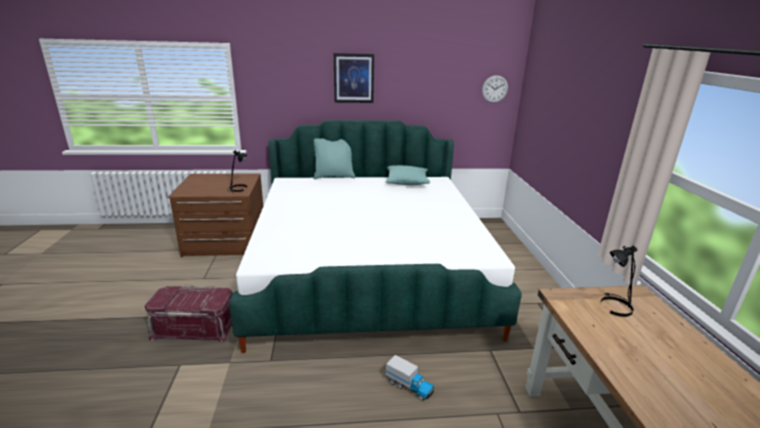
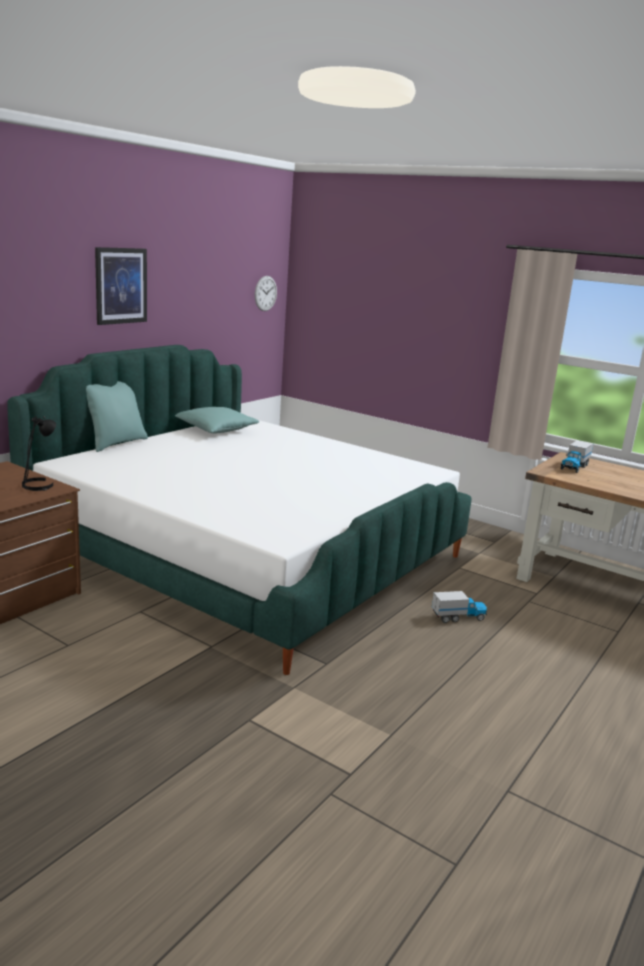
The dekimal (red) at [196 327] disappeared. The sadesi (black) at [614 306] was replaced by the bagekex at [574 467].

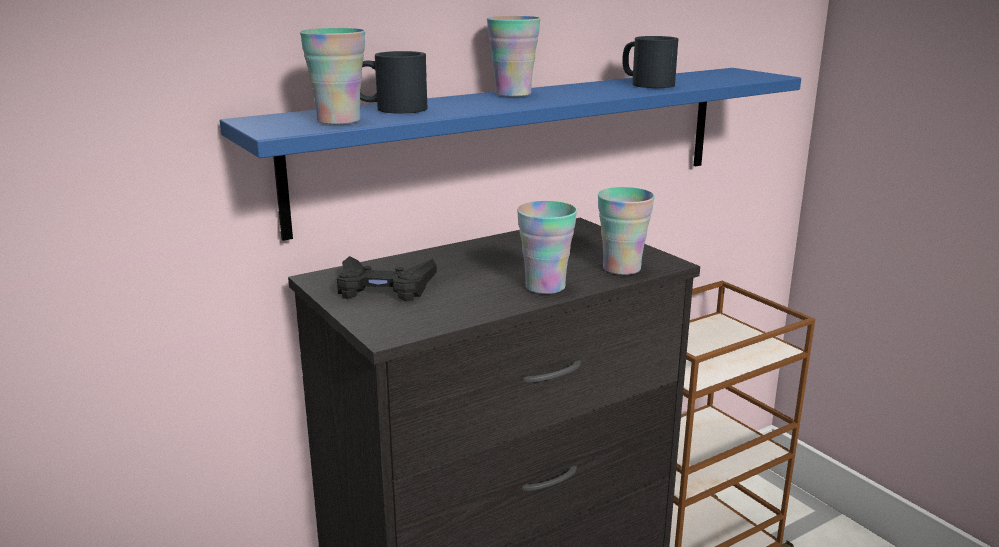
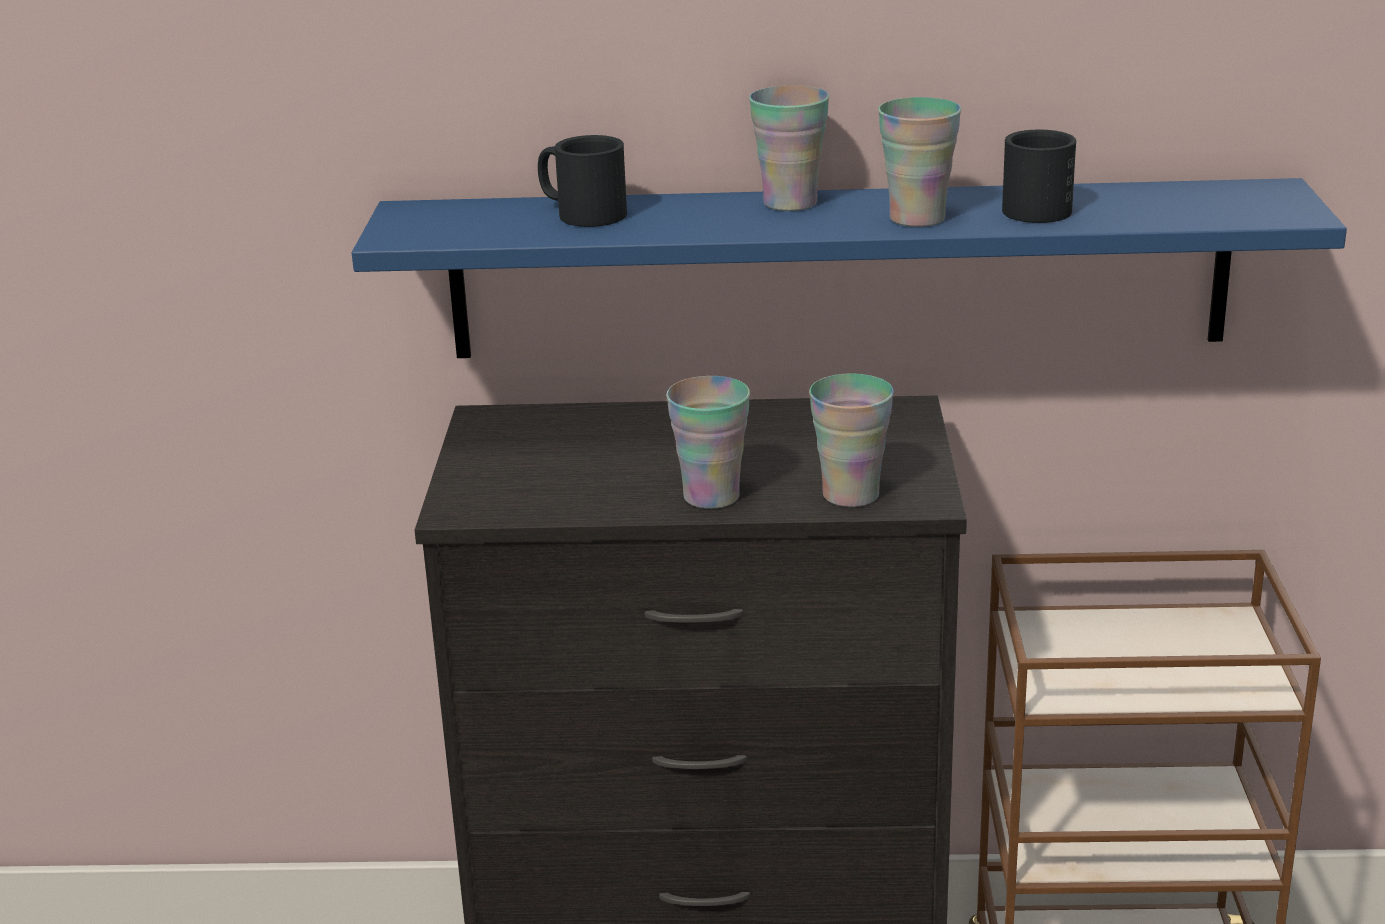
The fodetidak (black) at [384 287] disappeared. The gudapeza moved from [338 121] to [917 218].

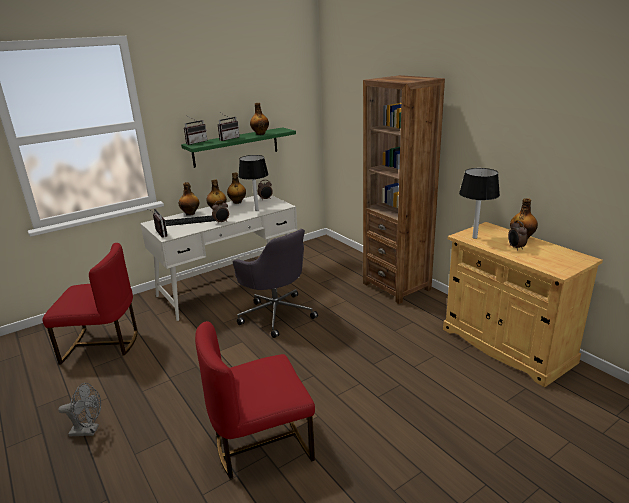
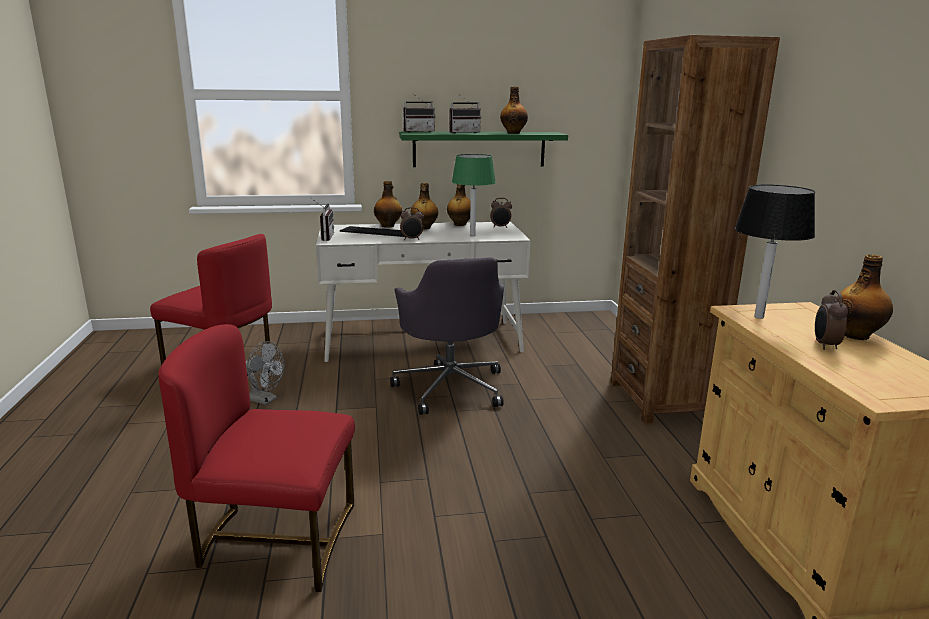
The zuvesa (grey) moved from [89 430] to [265 400]. The sadesi (black) at [256 210] became the sadesi (green) at [472 235].

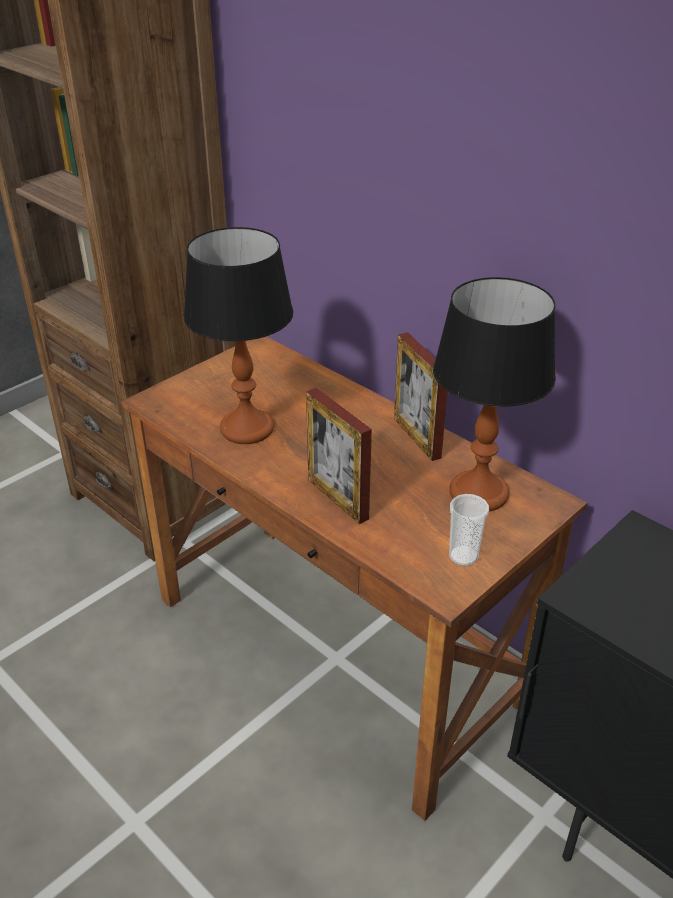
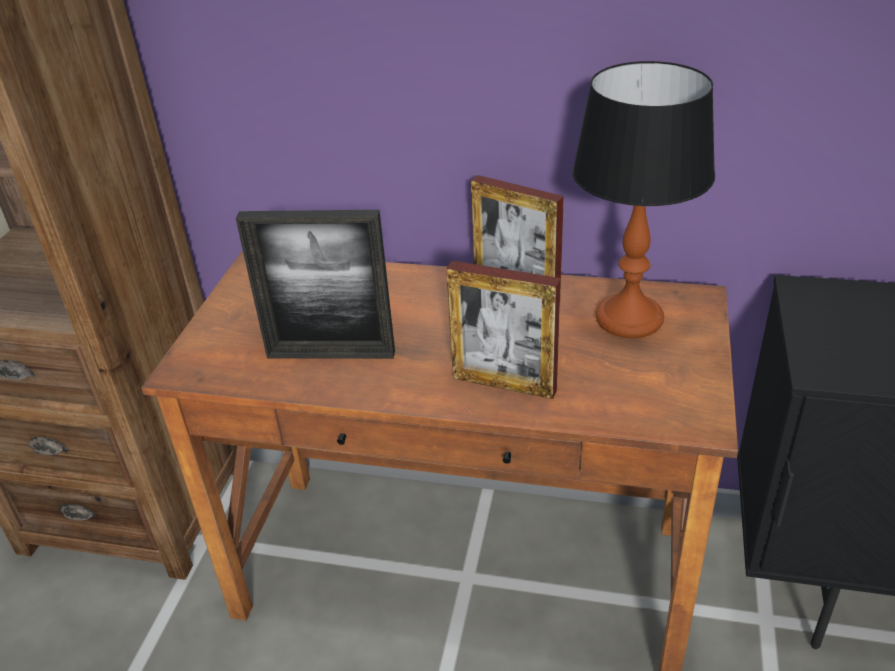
The gudapeza at [463 556] disappeared. The sadesi at [248 428] was replaced by the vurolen at [331 354].

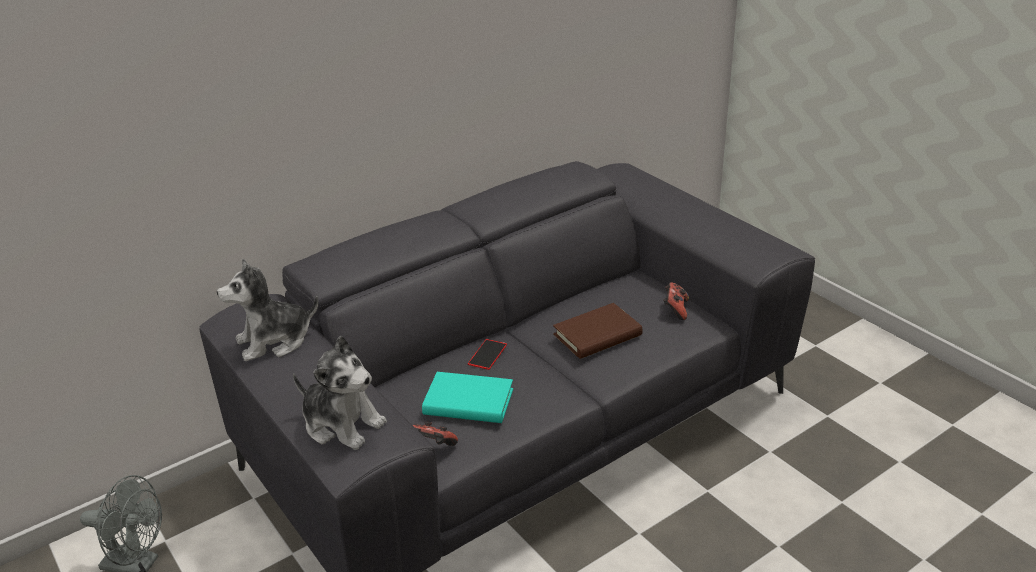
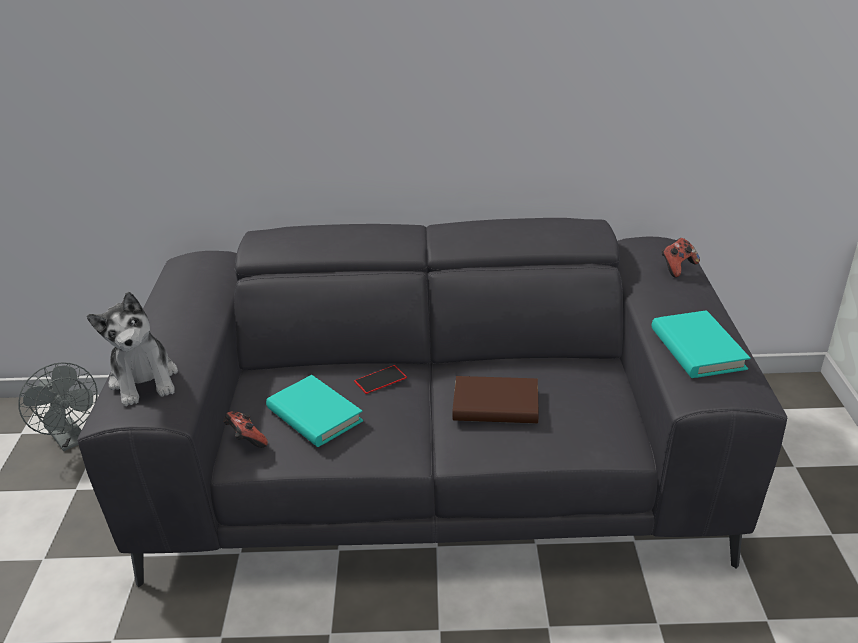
The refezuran at [274 341] disappeared. The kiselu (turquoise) at [697 349] appeared. The fodetidak moved from [675 310] to [677 267].

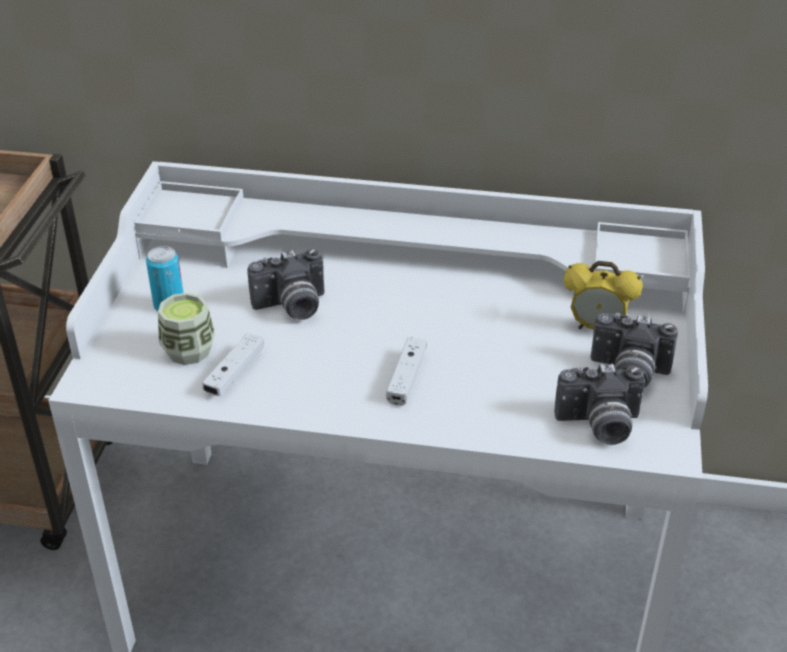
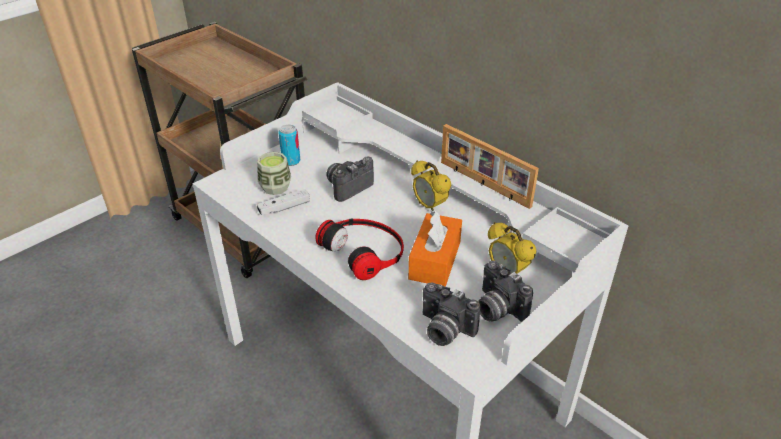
The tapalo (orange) at [435 260] appeared. The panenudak at [429 206] appeared. The vurolen at [483 184] appeared. The fodetidak (white) at [406 378] was replaced by the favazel at [365 250]. The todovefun at [291 307] turned 120 degrees clockwise.

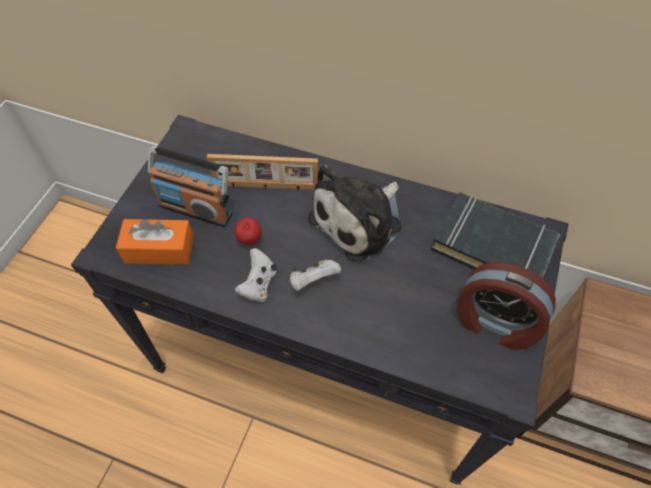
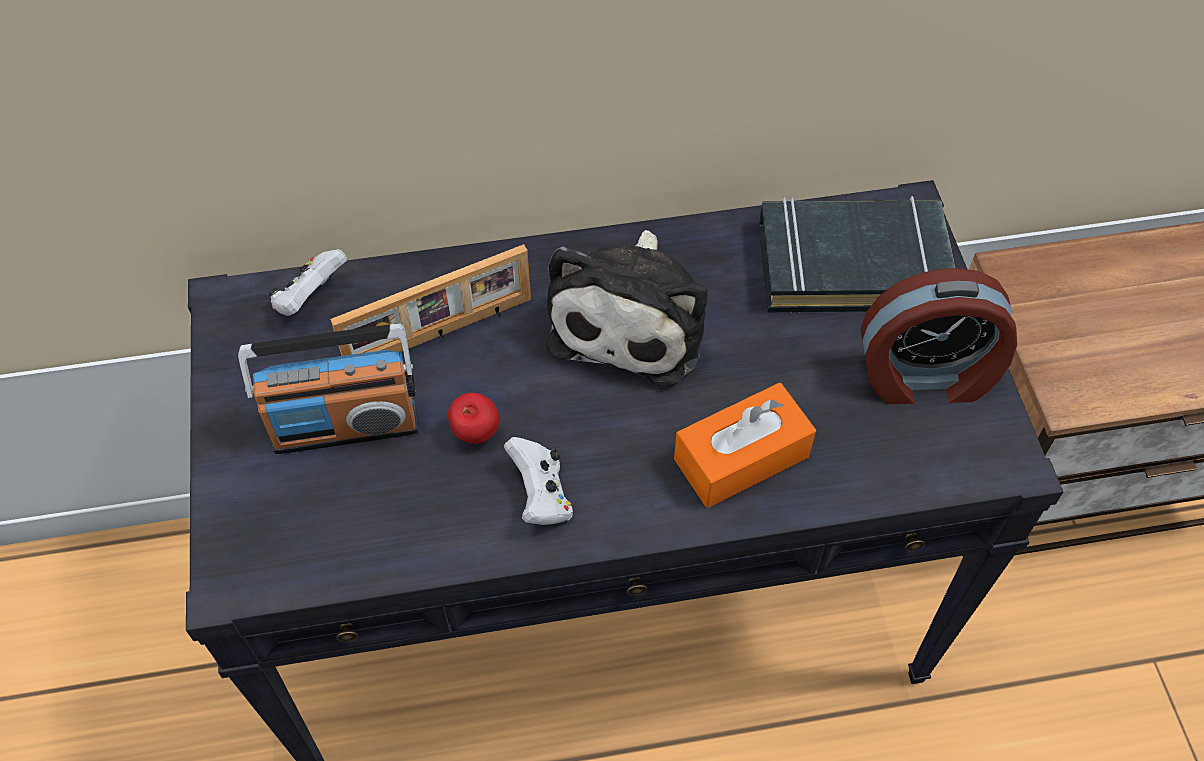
The tapalo (orange) moved from [159 249] to [741 458]. The fodetidak (white) moved from [313 281] to [310 298].

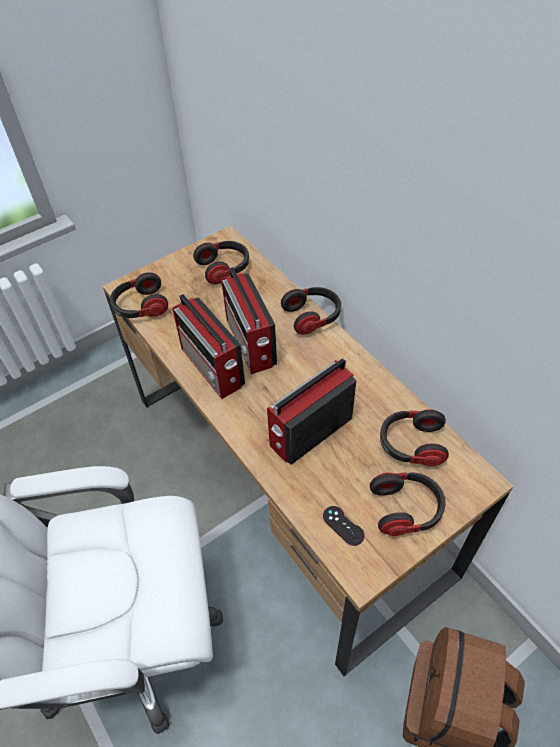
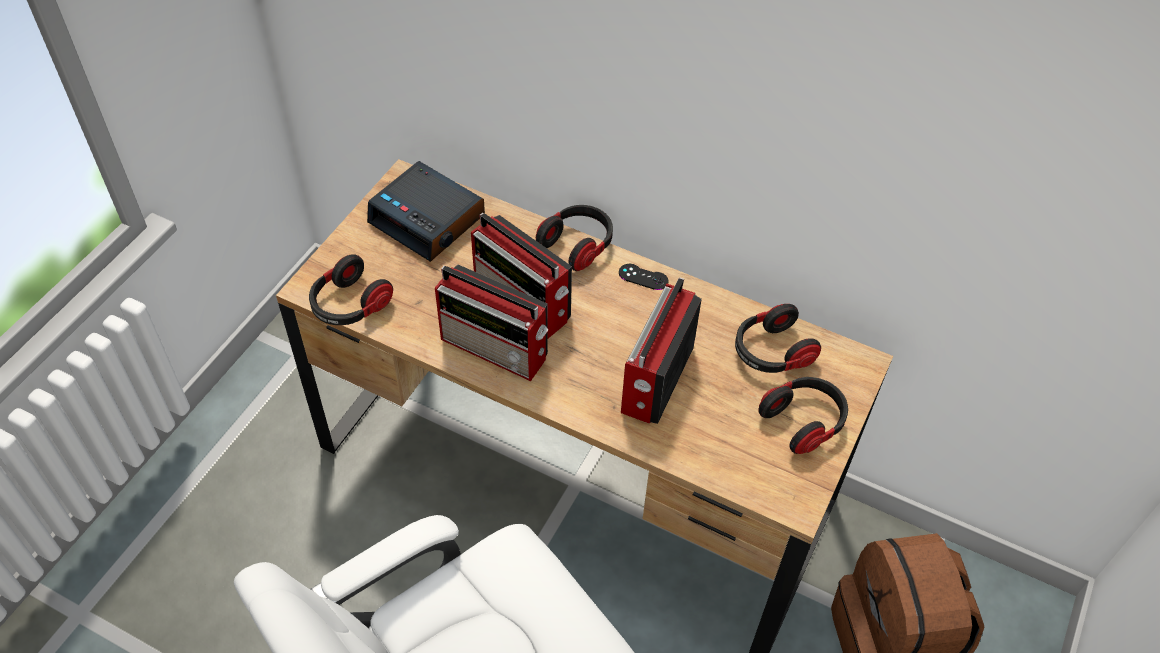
The fodetidak (black) moved from [343 525] to [643 277]. The favazel at [224 268] was replaced by the panenudak at [428 219].

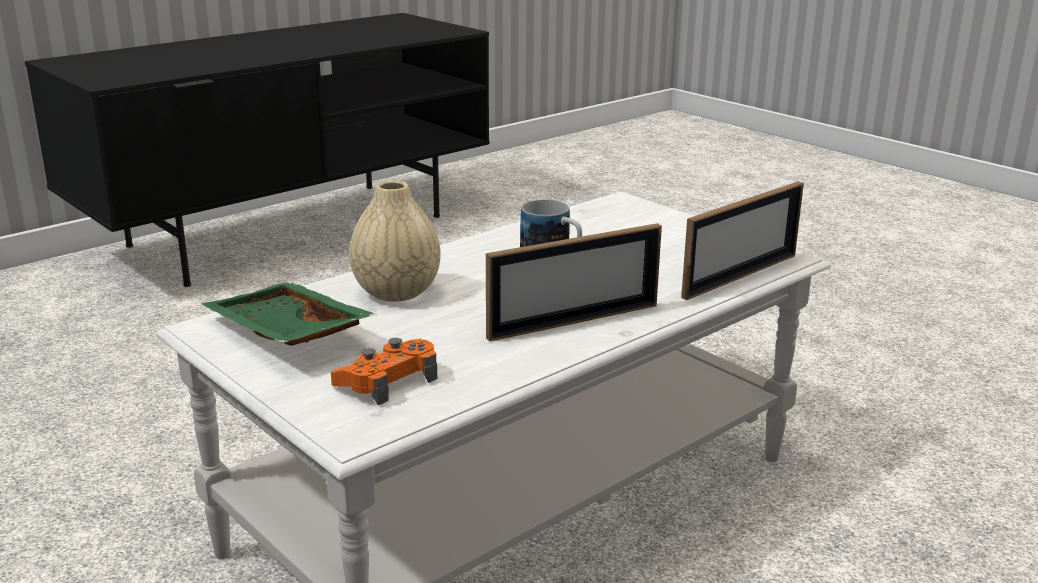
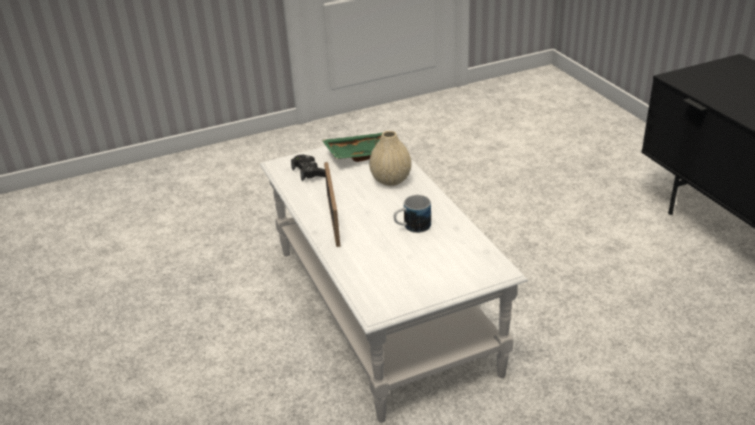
The vurolen at [740 276] disappeared. The fodetidak (orange) at [387 381] became the fodetidak (black) at [309 172].

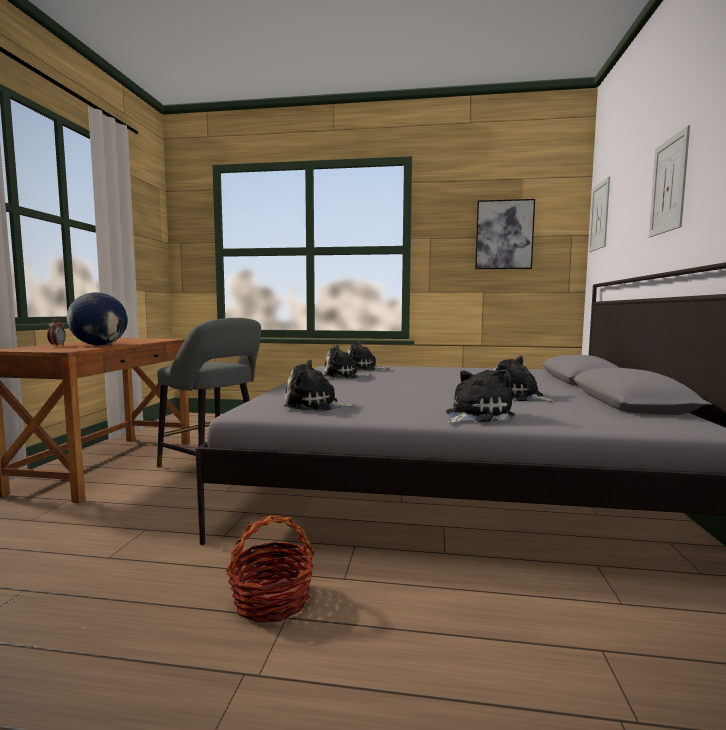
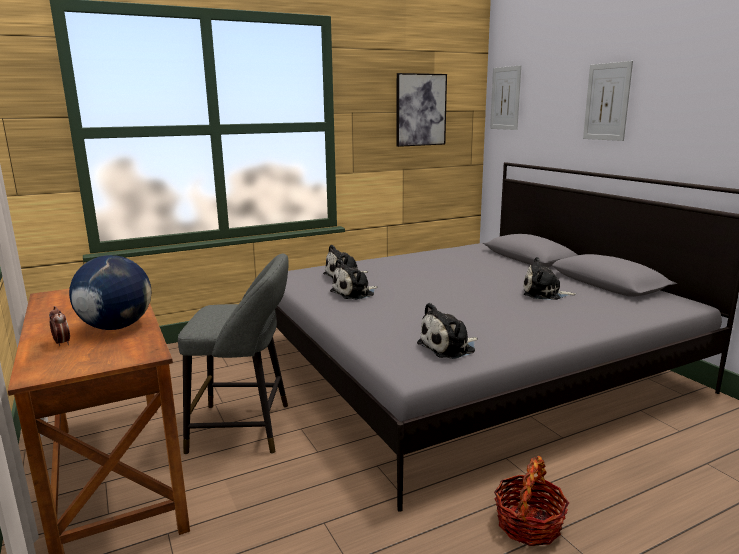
The refezuran at [475 416] disappeared.

